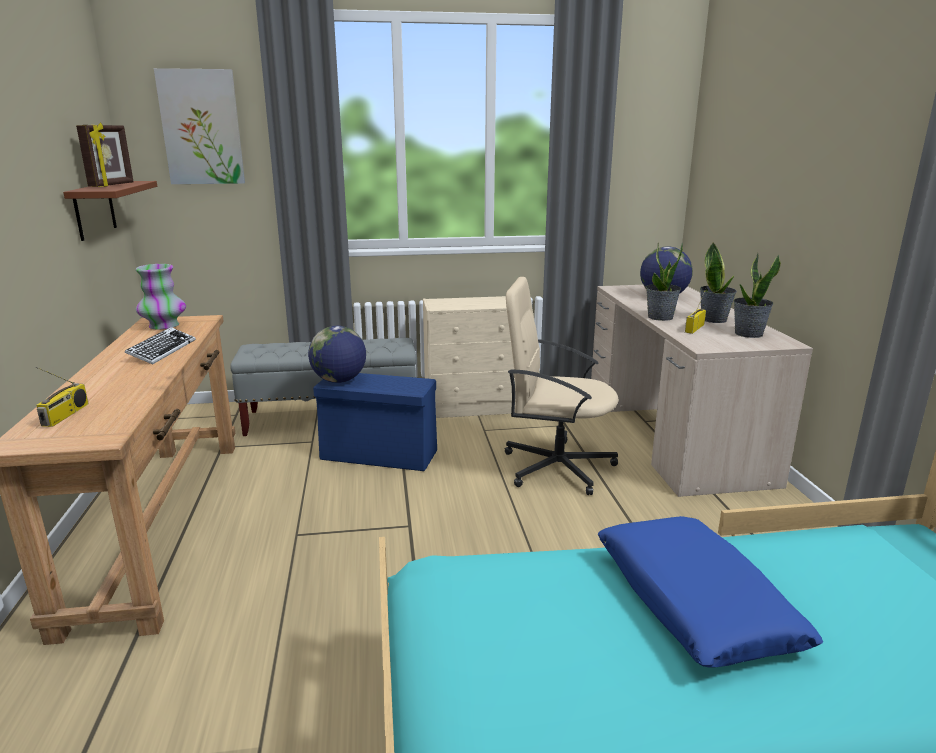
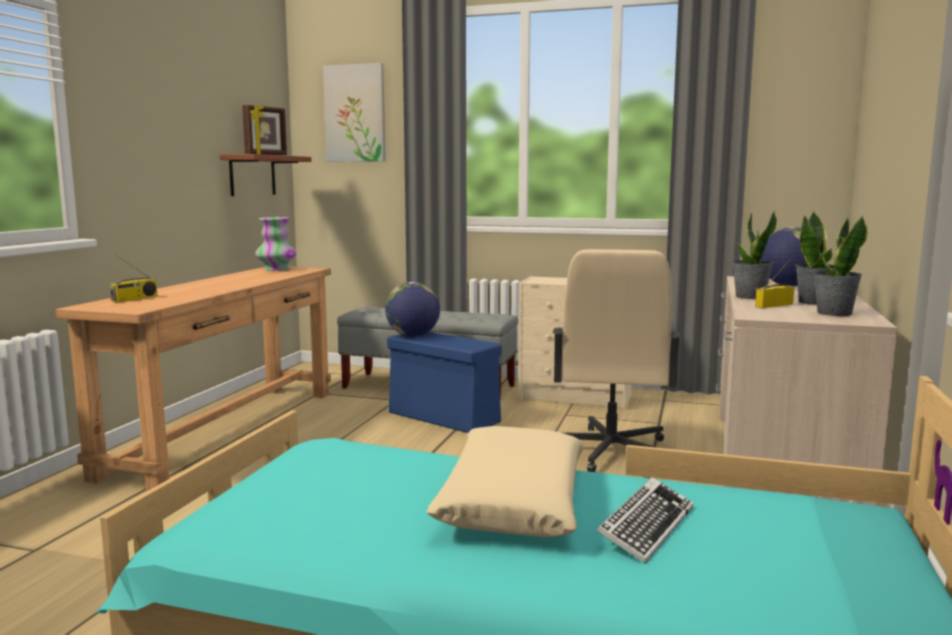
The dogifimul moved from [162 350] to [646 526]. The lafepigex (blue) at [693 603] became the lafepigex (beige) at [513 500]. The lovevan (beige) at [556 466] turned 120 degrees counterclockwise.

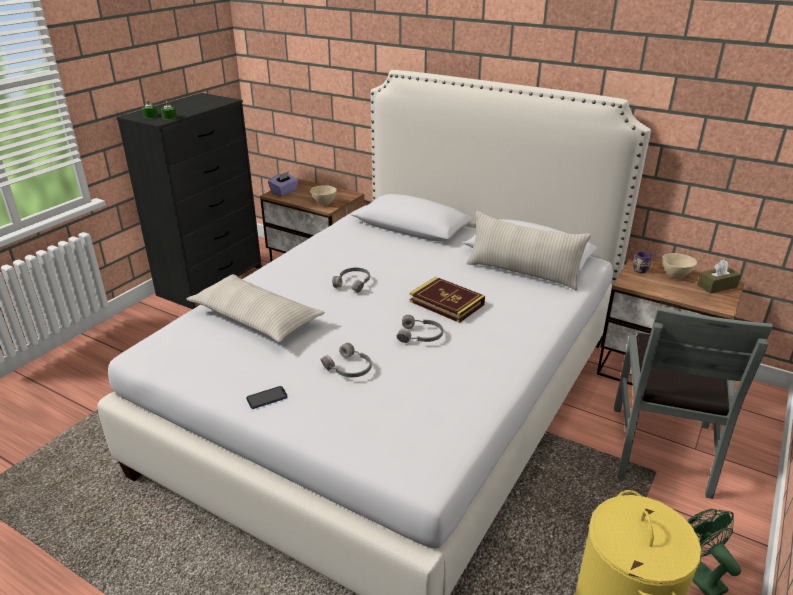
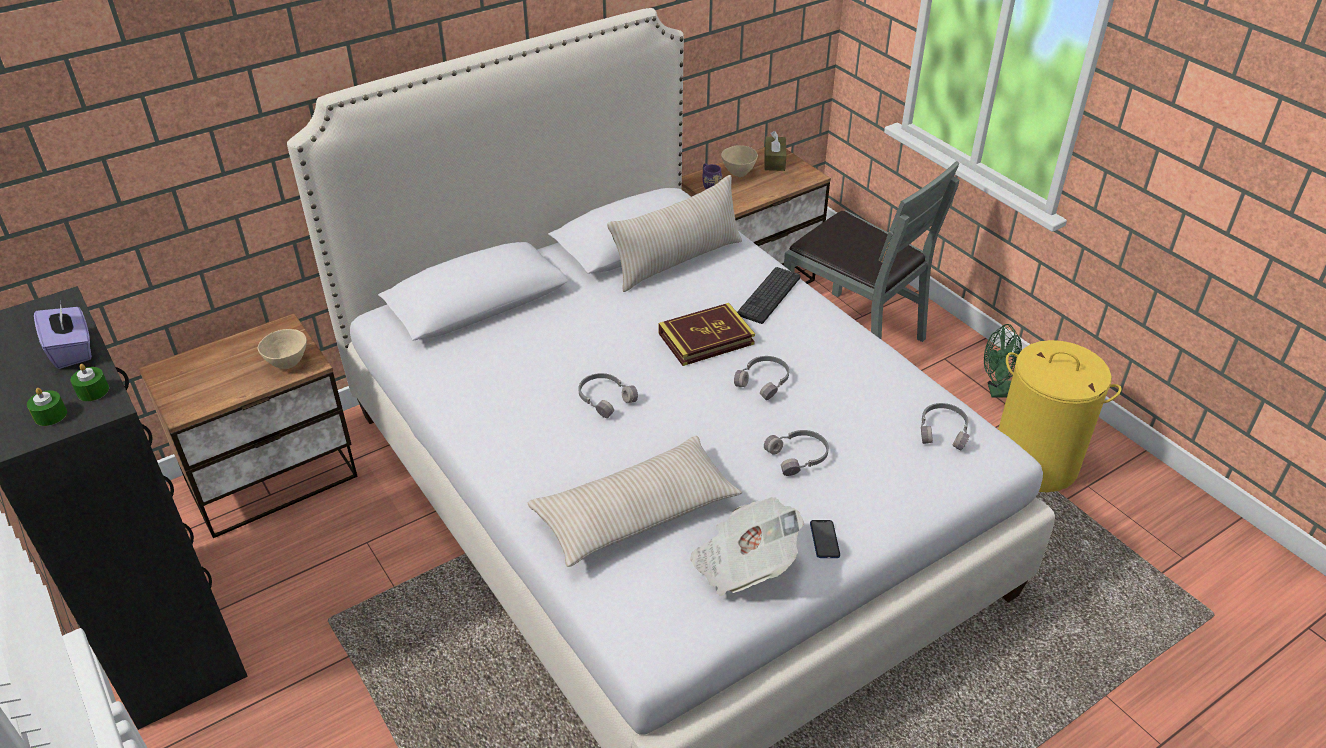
The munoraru at [744 564] appeared. The dogifimul at [769 296] appeared. The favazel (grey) at [943 431] appeared. The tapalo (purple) moved from [284 192] to [72 350].

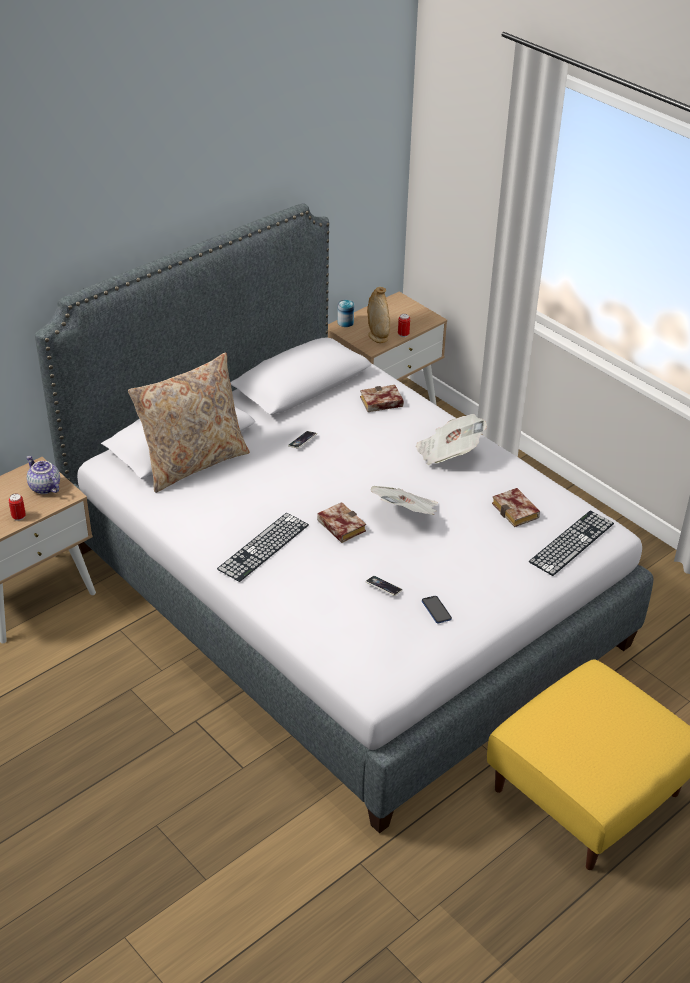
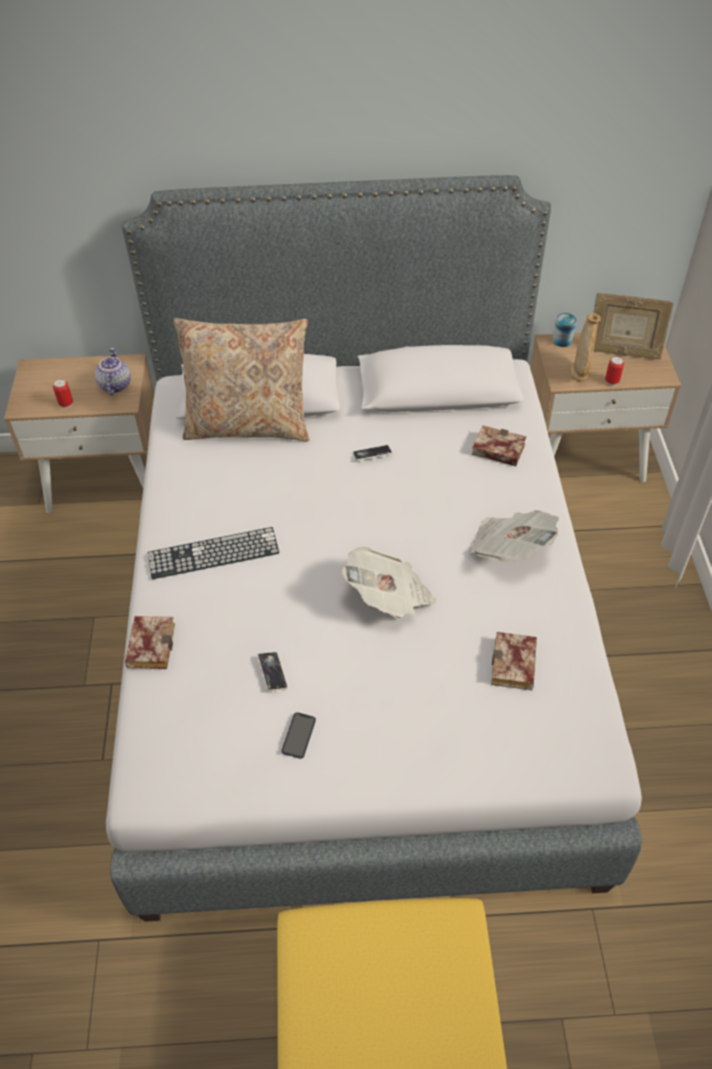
The dogifimul at [571 542] disappeared. The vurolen at [622 352] appeared. The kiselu moved from [339 526] to [150 644].

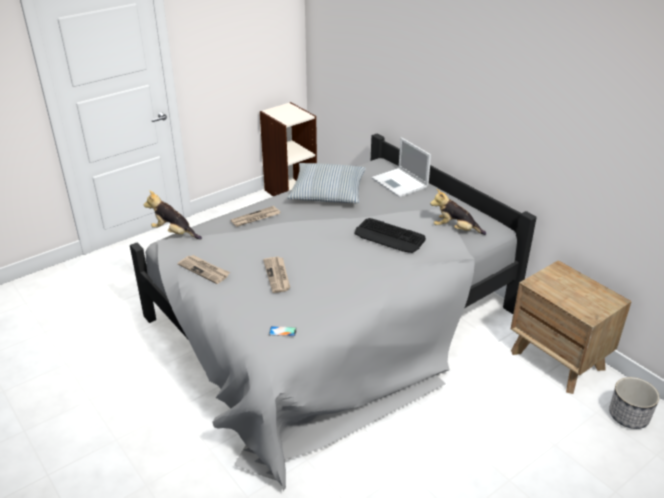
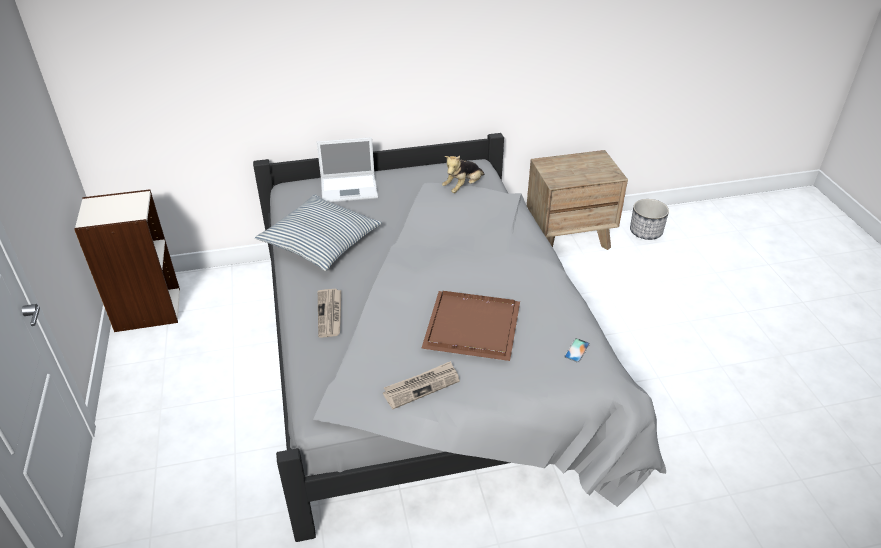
The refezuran at [174 233] disappeared. The dogifimul at [389 236] disappeared. The munoraru at [277 275] was replaced by the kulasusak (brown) at [474 326].

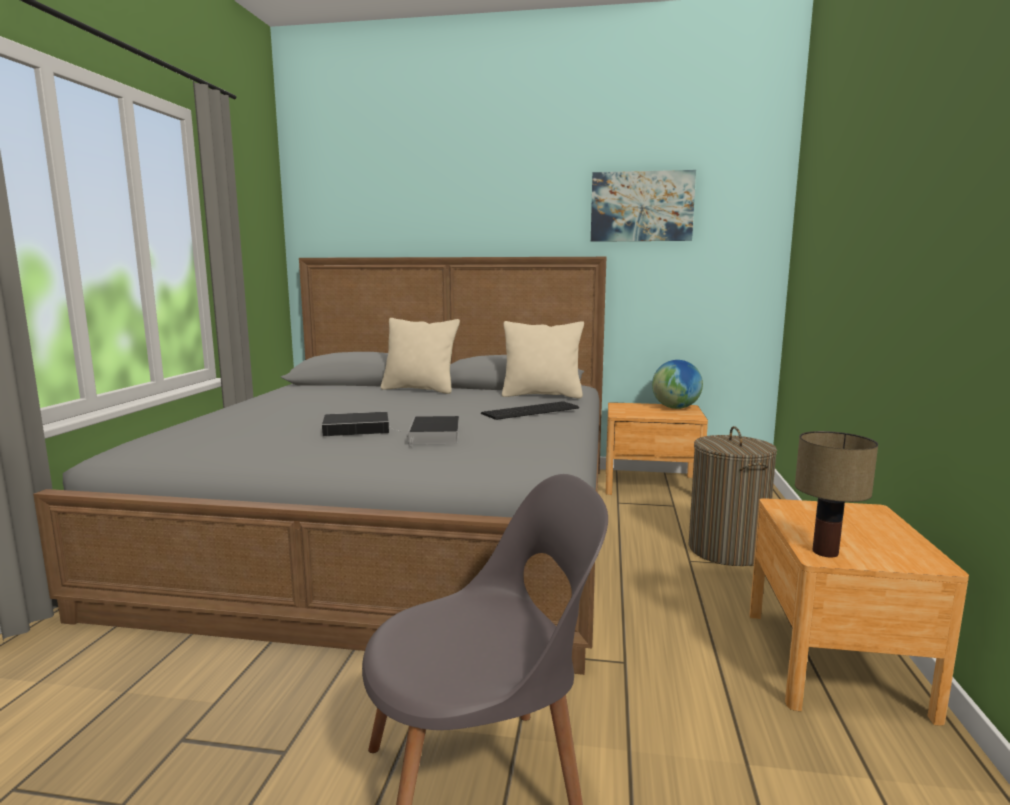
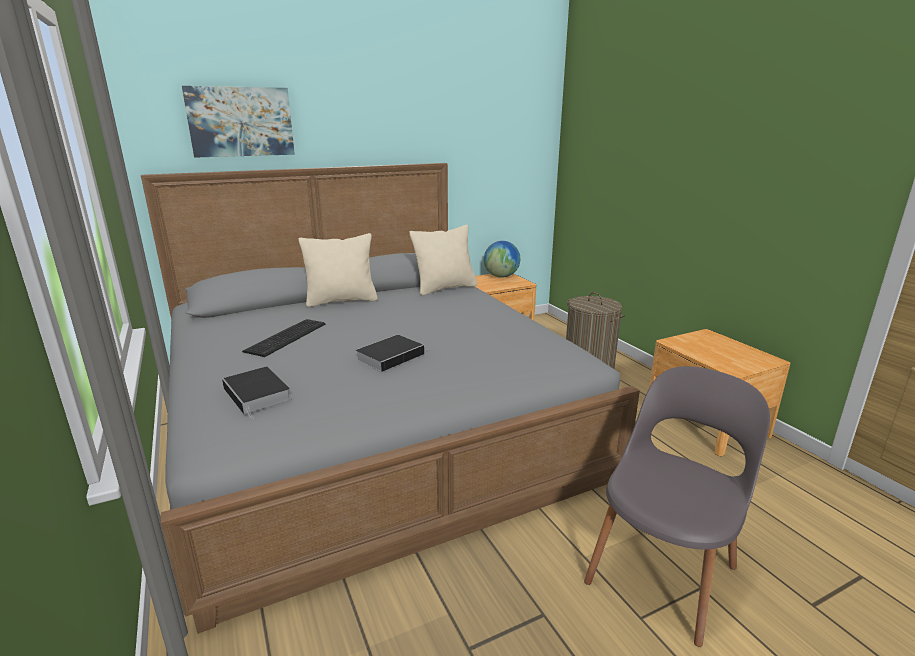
The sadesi at [826 552] disappeared. The kiselu moved from [435 436] to [258 395]. The dogifimul moved from [532 411] to [288 337]. The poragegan moved from [641 206] to [241 122].

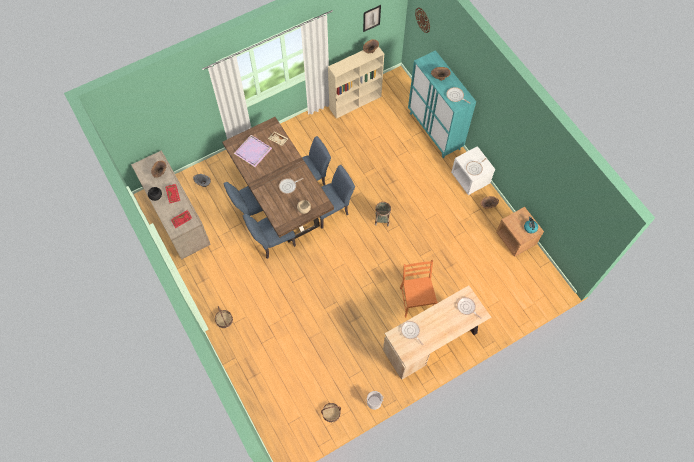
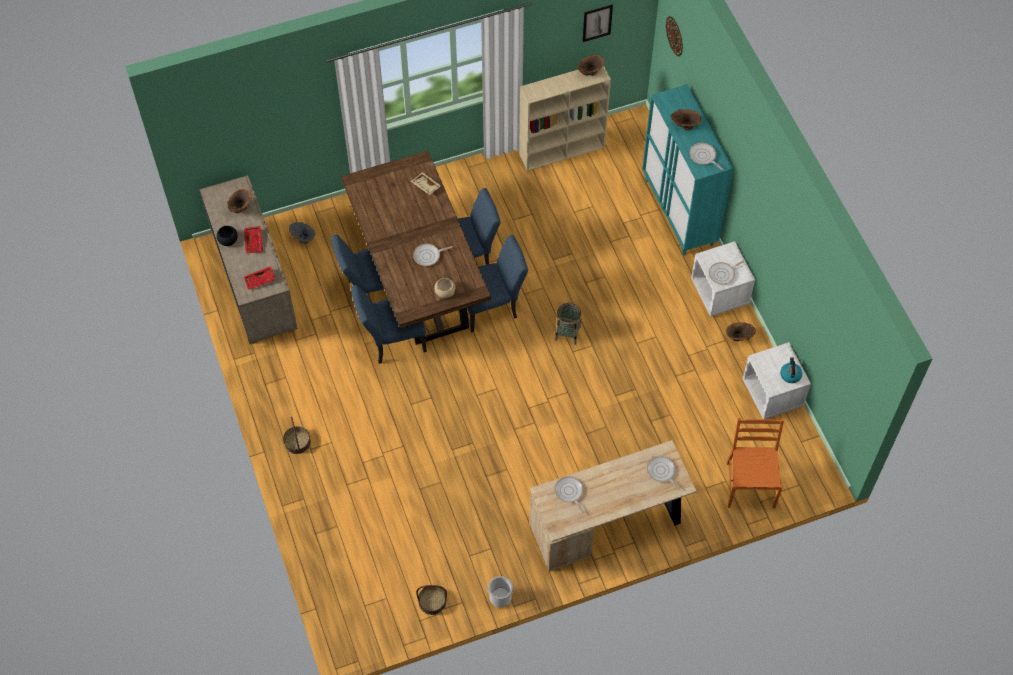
The kulasusak (purple) at [253 150] disappeared. The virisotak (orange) moved from [416 300] to [749 484]. The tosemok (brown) at [516 239] became the tosemok (white) at [772 394].

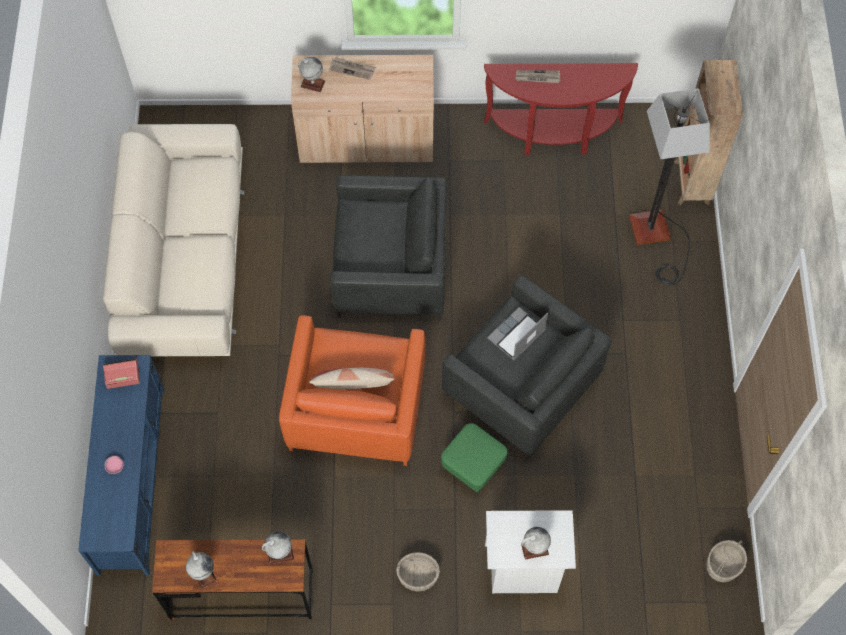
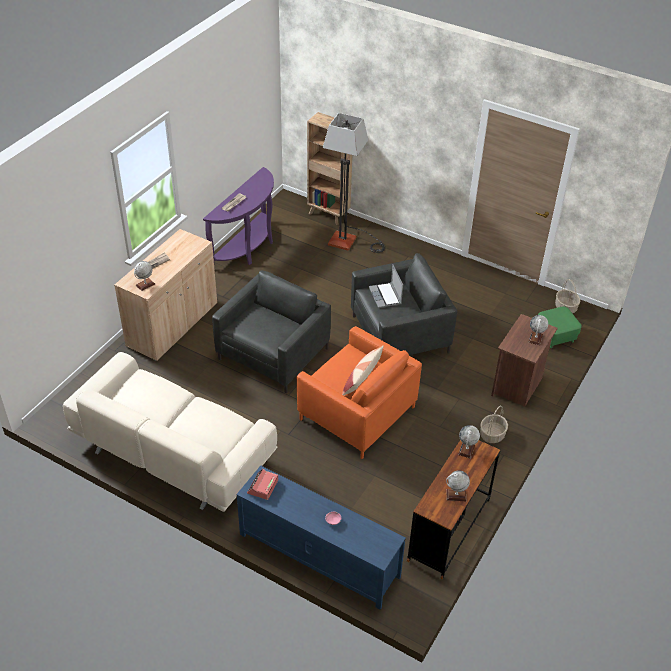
The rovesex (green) moved from [473 465] to [555 336]. The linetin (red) at [553 135] became the linetin (purple) at [248 248]. The tosemok (white) at [523 569] became the tosemok (brown) at [517 386].

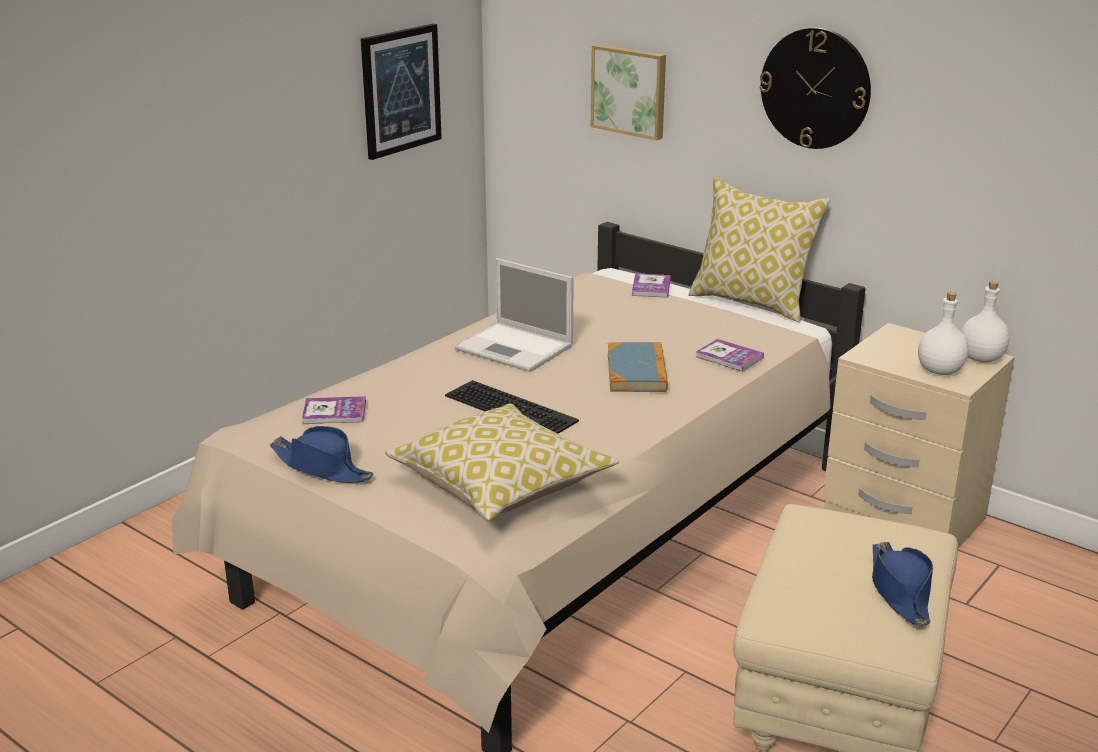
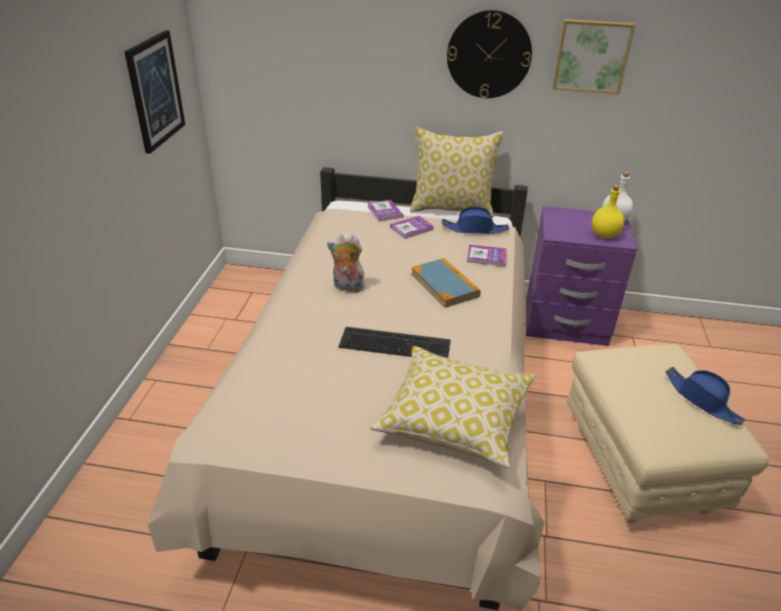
The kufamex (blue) moved from [322 467] to [475 229]. The kiselu moved from [334 412] to [412 228]. The poragegan moved from [630 91] to [591 56]. The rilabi at [516 348] was replaced by the refezuran at [347 287]. The tosemok (beige) at [902 520] became the tosemok (purple) at [565 323]. The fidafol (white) at [940 371] became the fidafol (yellow) at [604 234].

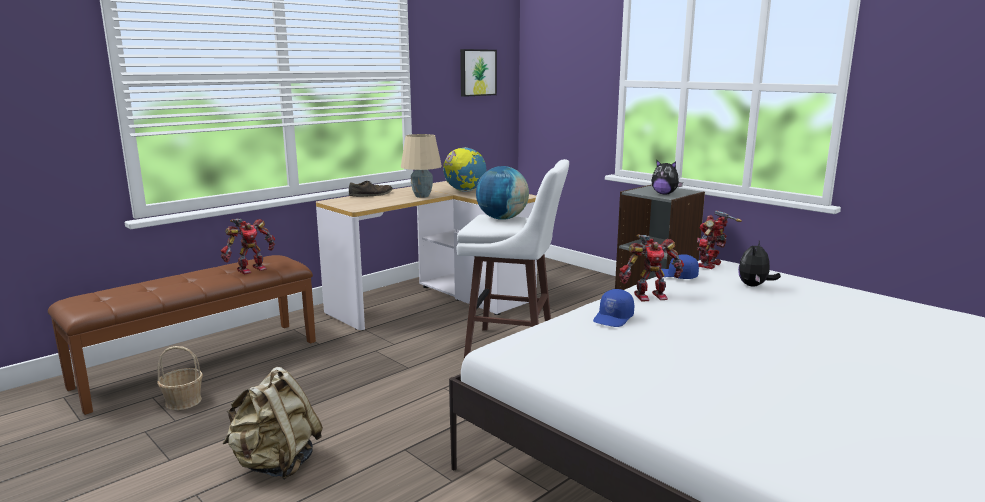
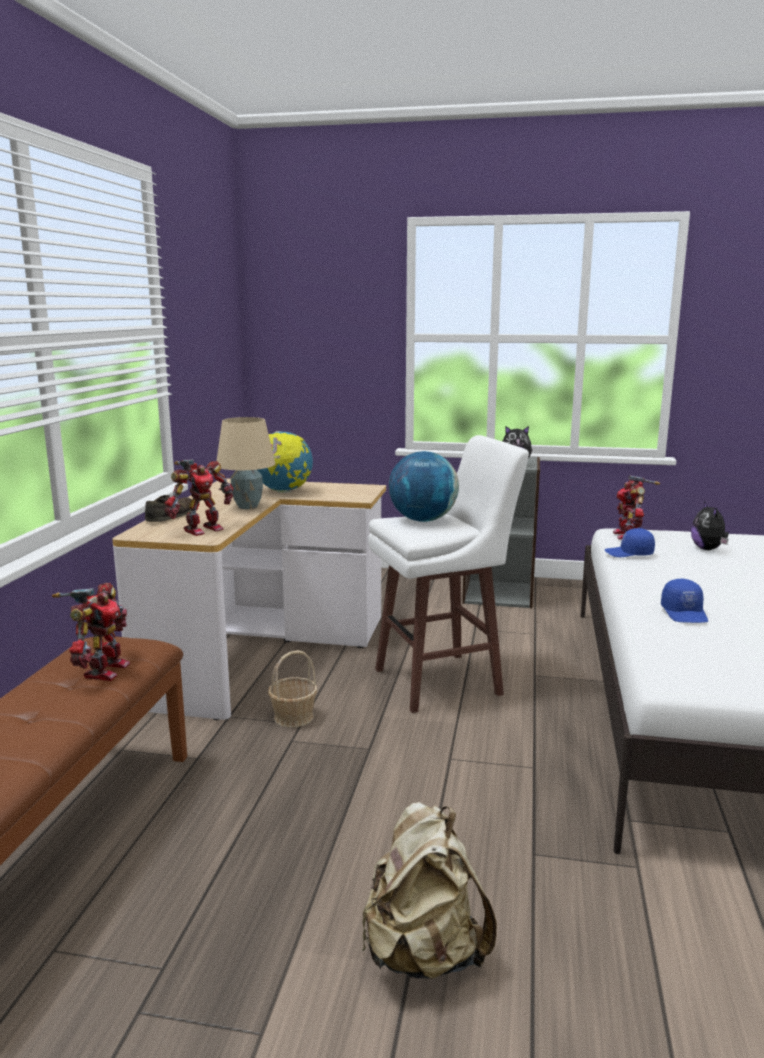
The poragegan at [477 72] disappeared. The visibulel moved from [183 401] to [293 717]. The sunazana moved from [649 296] to [201 529].

